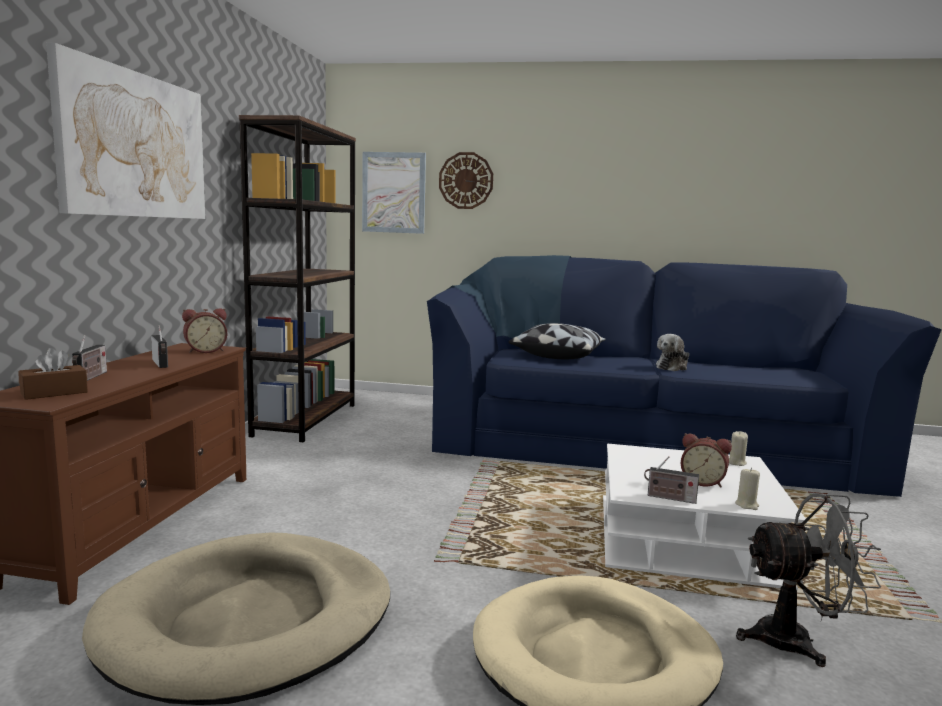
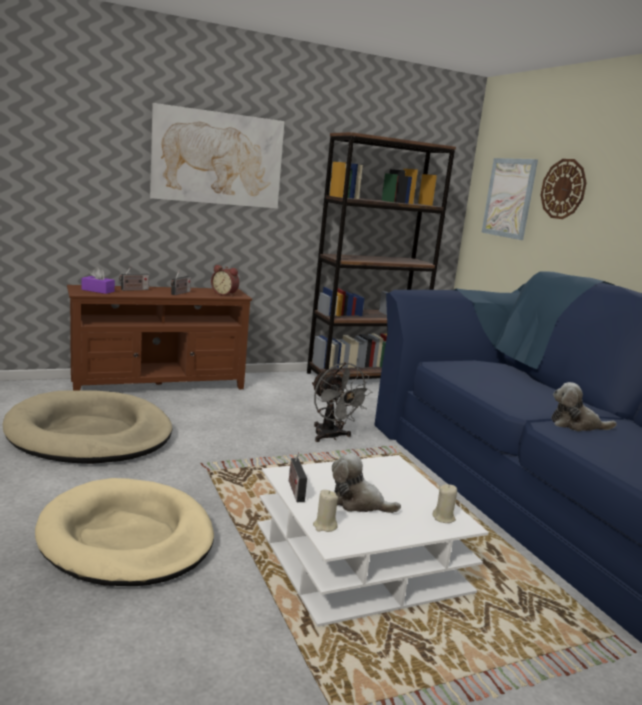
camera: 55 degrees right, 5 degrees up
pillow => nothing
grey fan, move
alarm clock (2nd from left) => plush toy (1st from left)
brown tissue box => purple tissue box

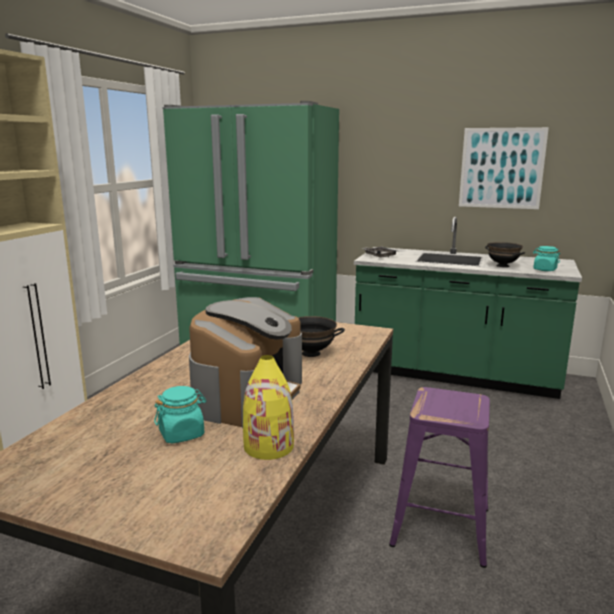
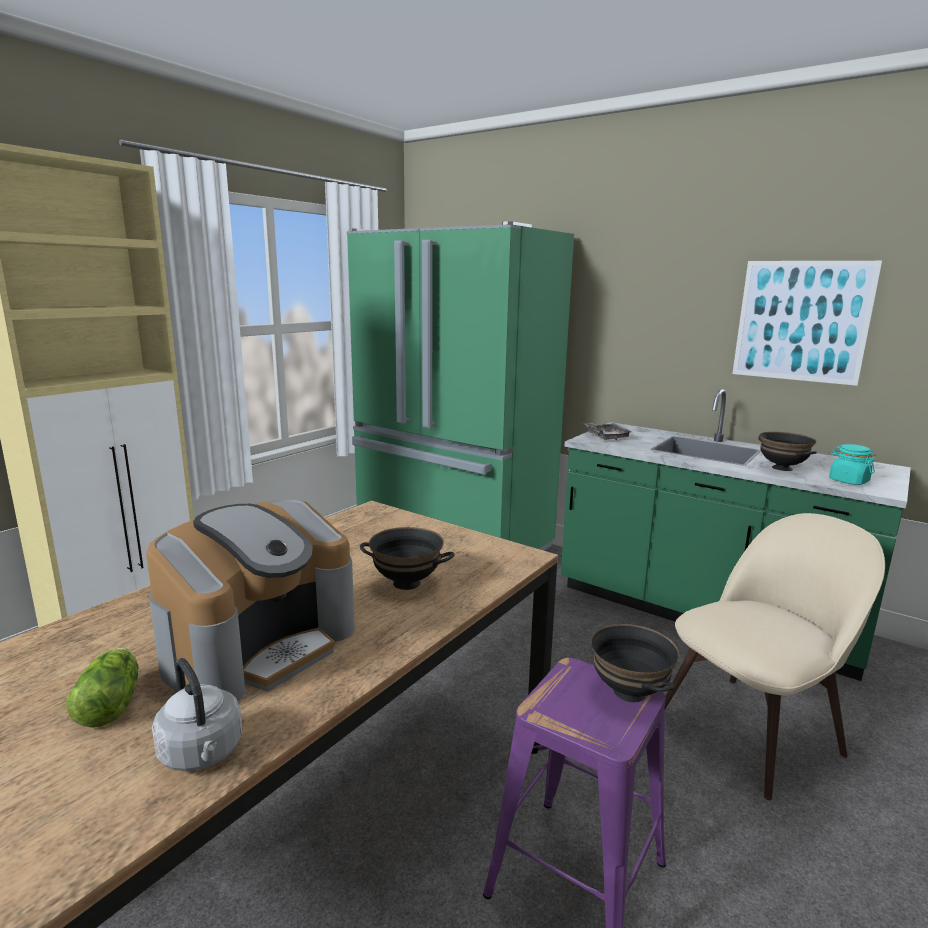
camera: 15 degrees right, 0 degrees up
nothing => black bowl (2nd from left)
nothing => beige chair
turquoise jar (1st from left) => lettuce
yellow vase => grey kettle

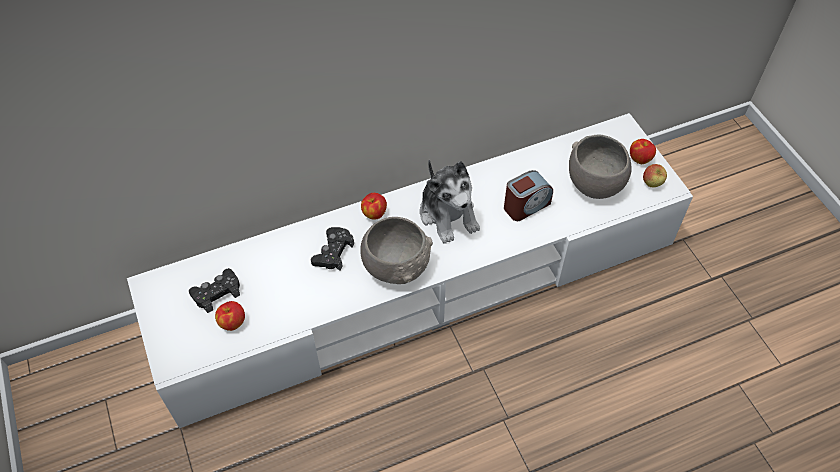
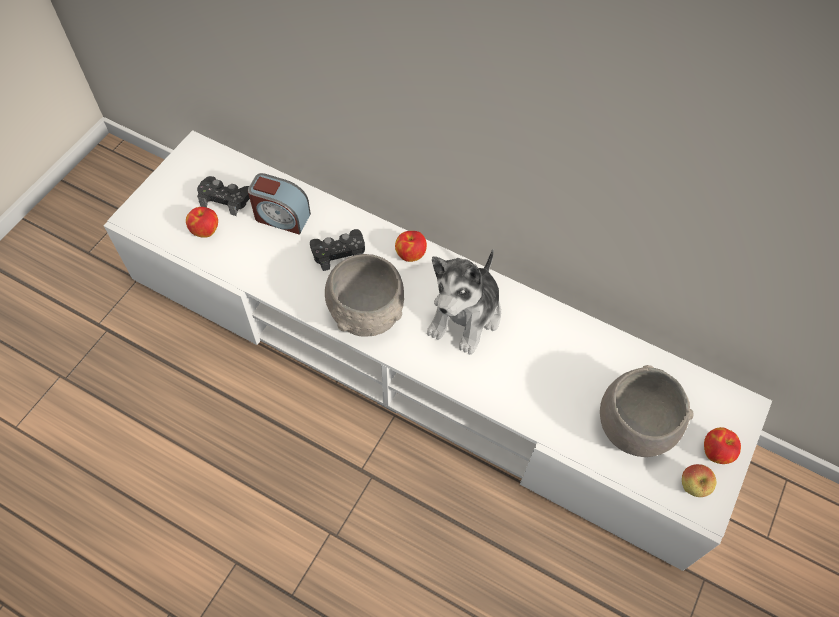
camera: 50 degrees right, 5 degrees up
alarm clock, move

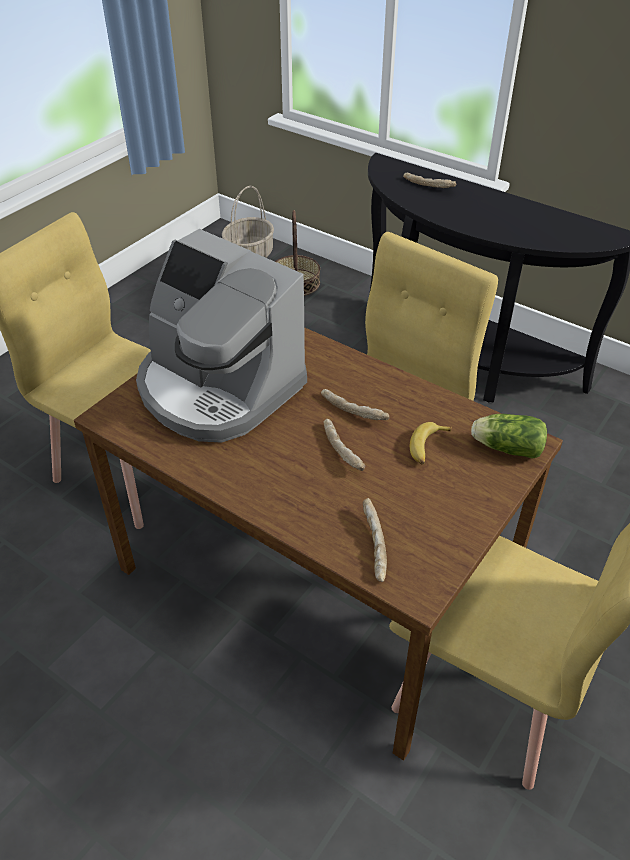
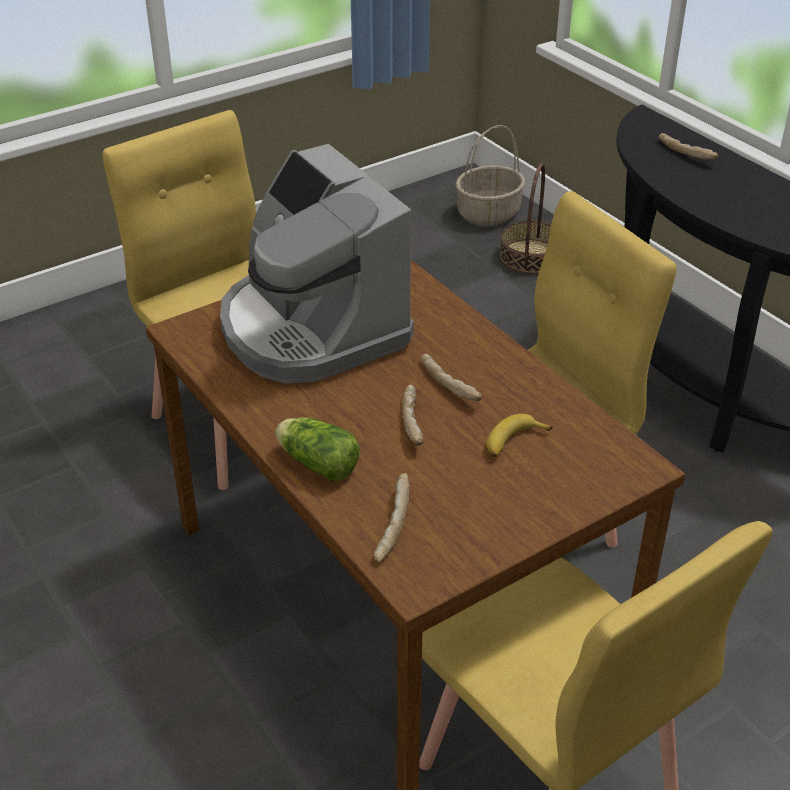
camera: 20 degrees right, 5 degrees down
lettuce, move

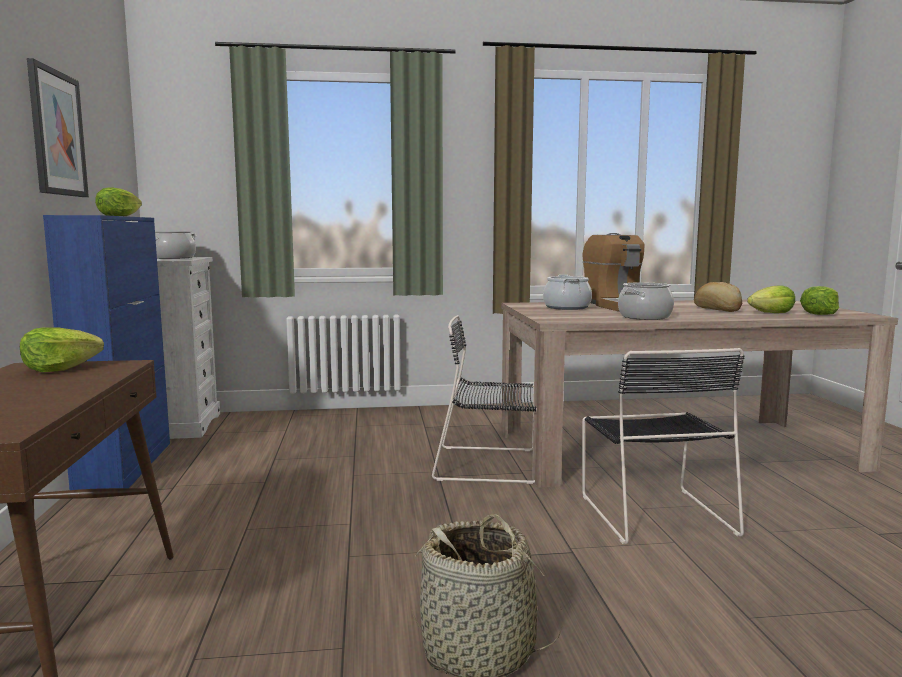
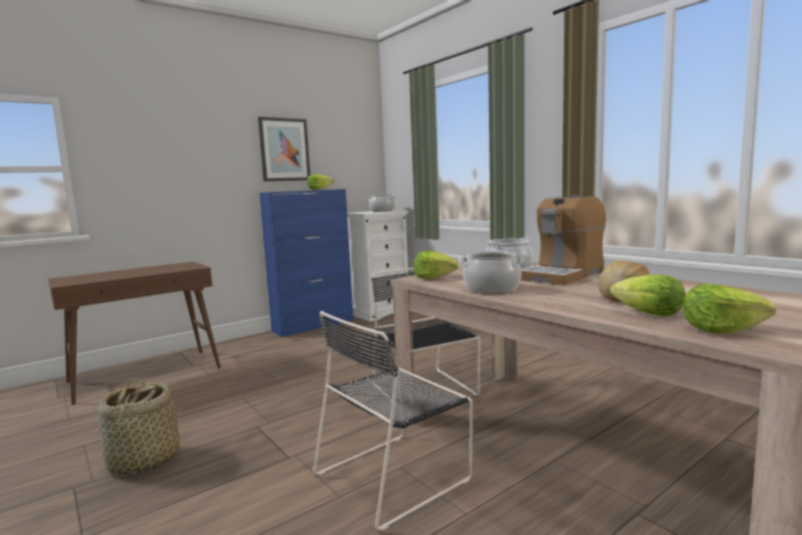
camera: 60 degrees right, 0 degrees up
lettuce (1st from left in the first image) => lettuce (2nd from left), move

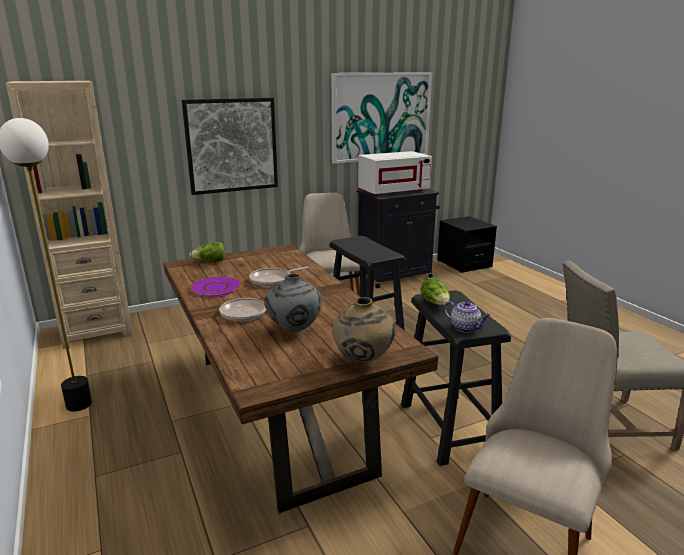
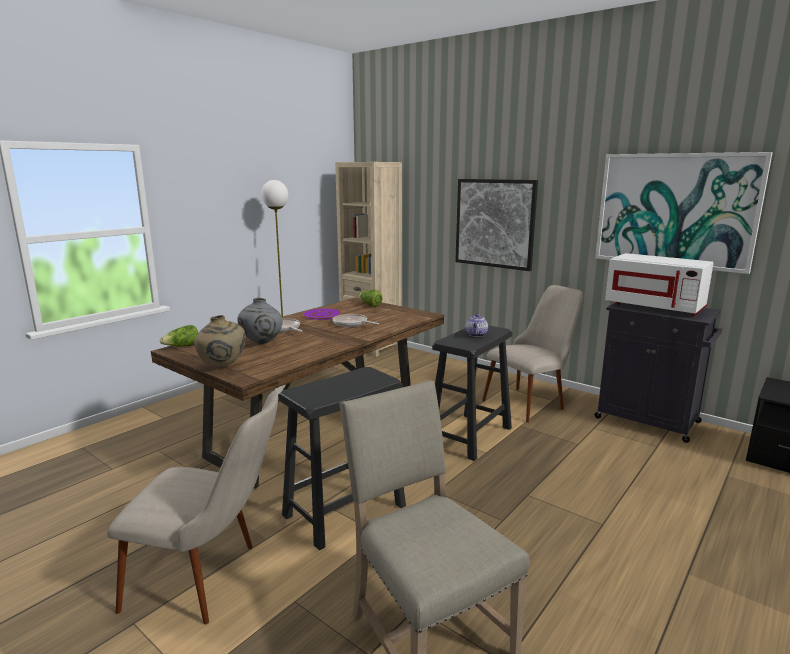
camera: 65 degrees right, 5 degrees down
lettuce (2nd from left in the first image) => lettuce (1st from left), move
teapot, move

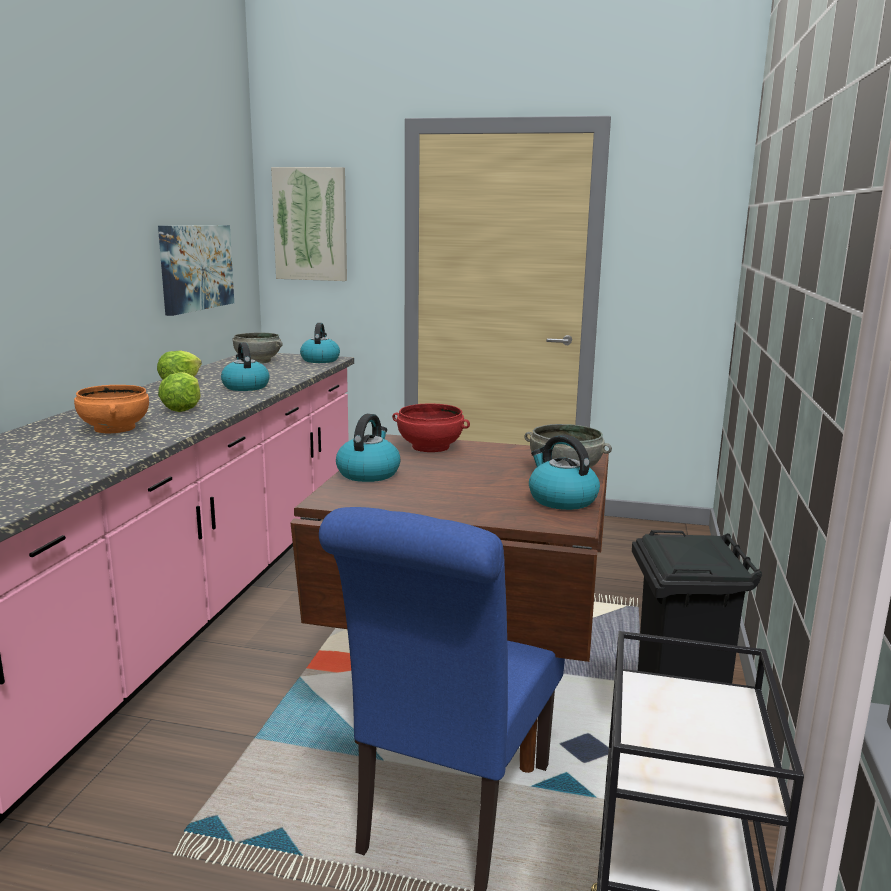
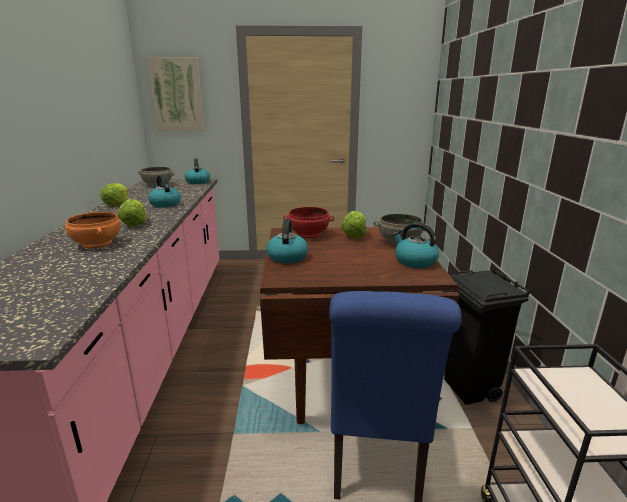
camera: 15 degrees left, 5 degrees up
picture (1st from left) => nothing
nothing => lettuce (3rd from left)

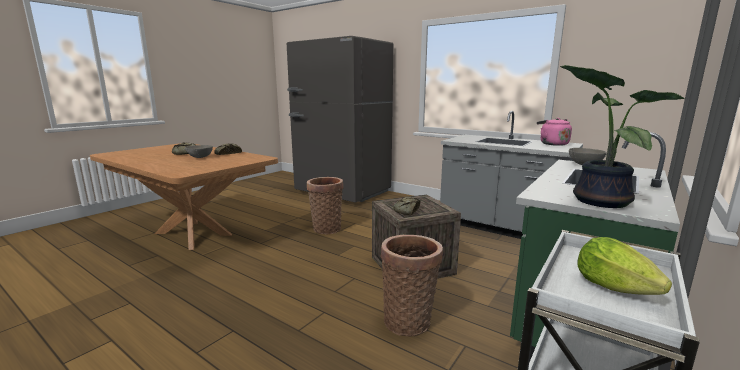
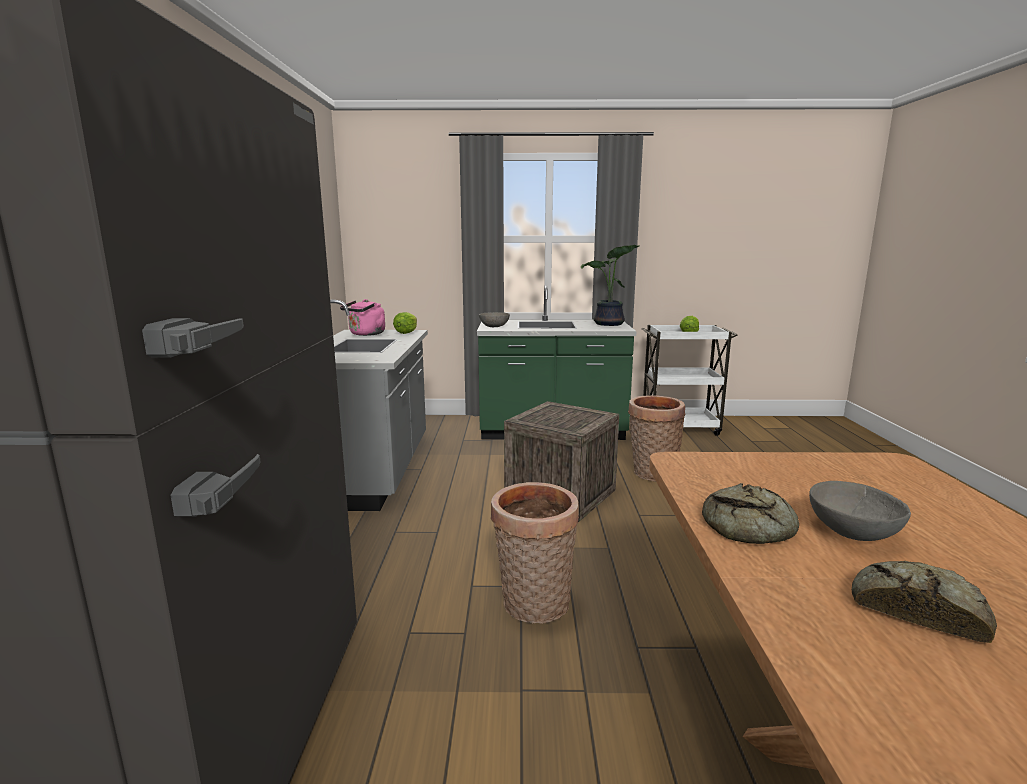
camera: 125 degrees left, 0 degrees up
bread (3rd from left) => nothing
nothing => lettuce (1st from left)

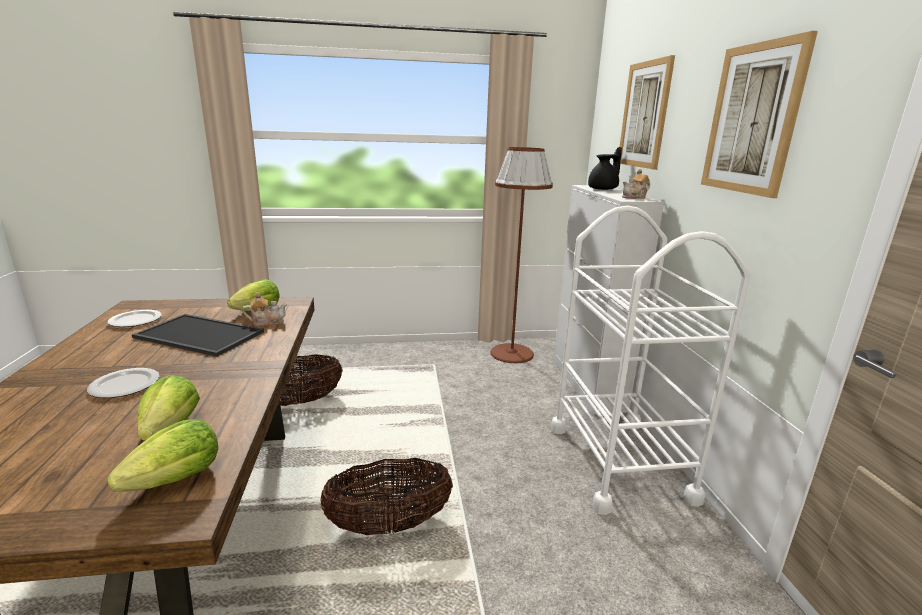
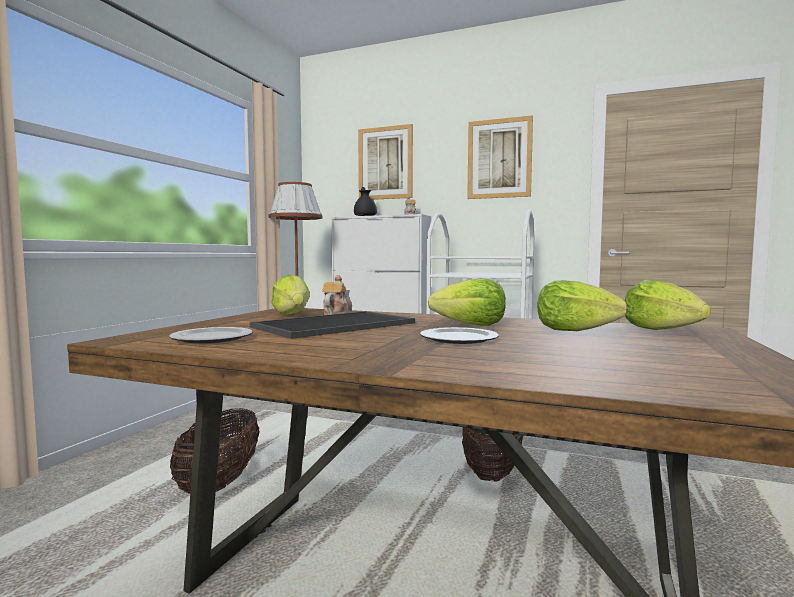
camera: 60 degrees left, 15 degrees down
nothing => lettuce (2nd from left)

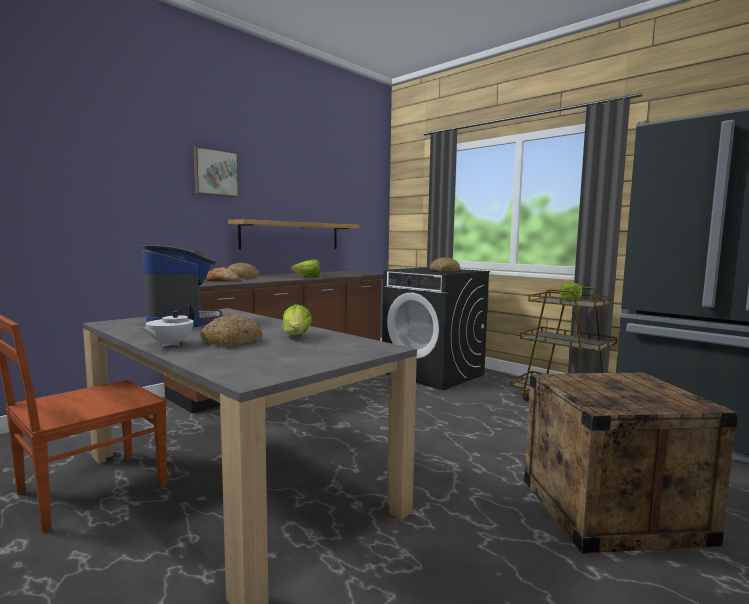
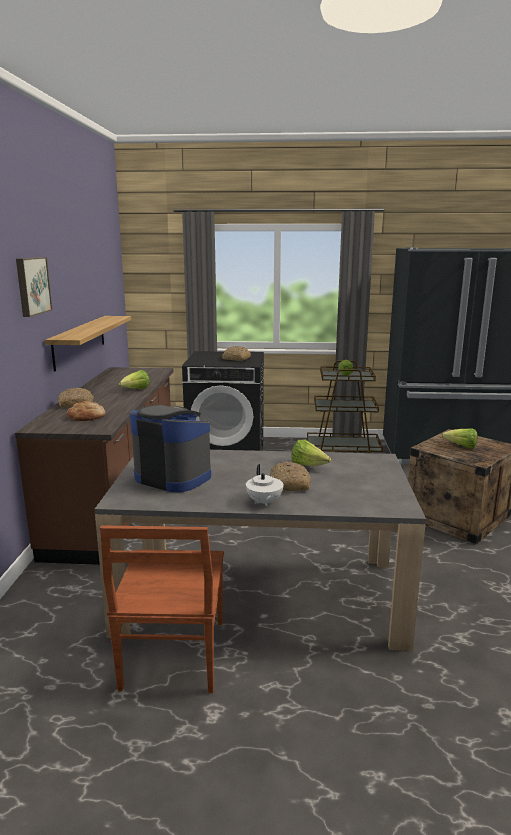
camera: 40 degrees left, 10 degrees up
nothing => lettuce (4th from left)

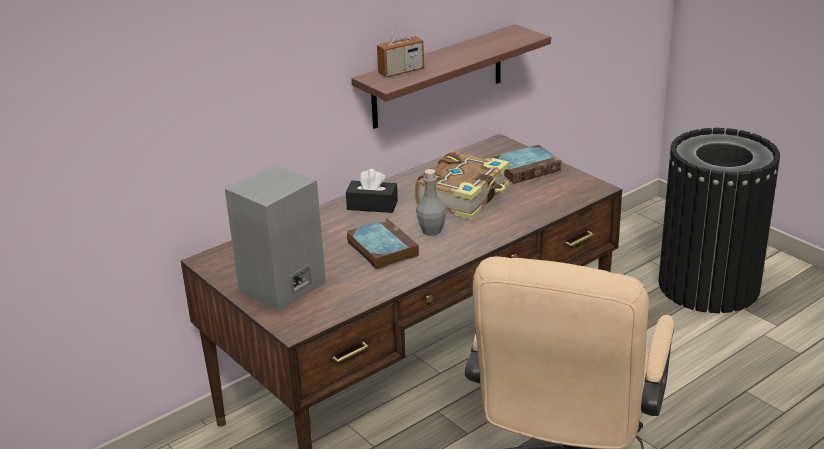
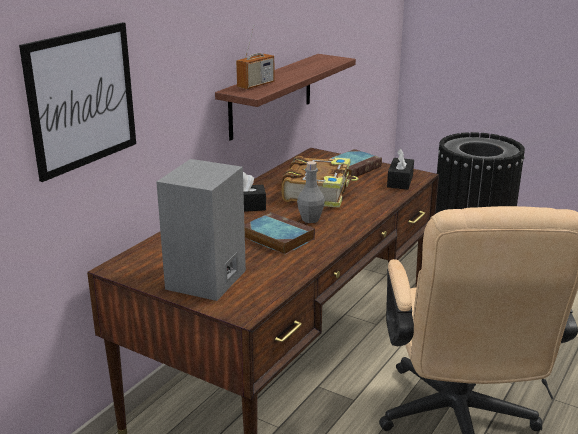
camera: 20 degrees left, 5 degrees down
nothing => picture
nothing => black tissue box (2nd from left)

